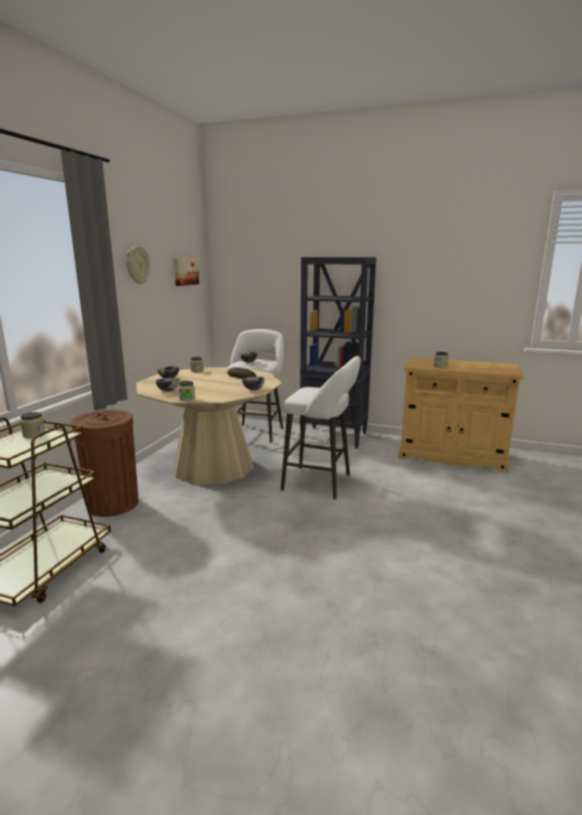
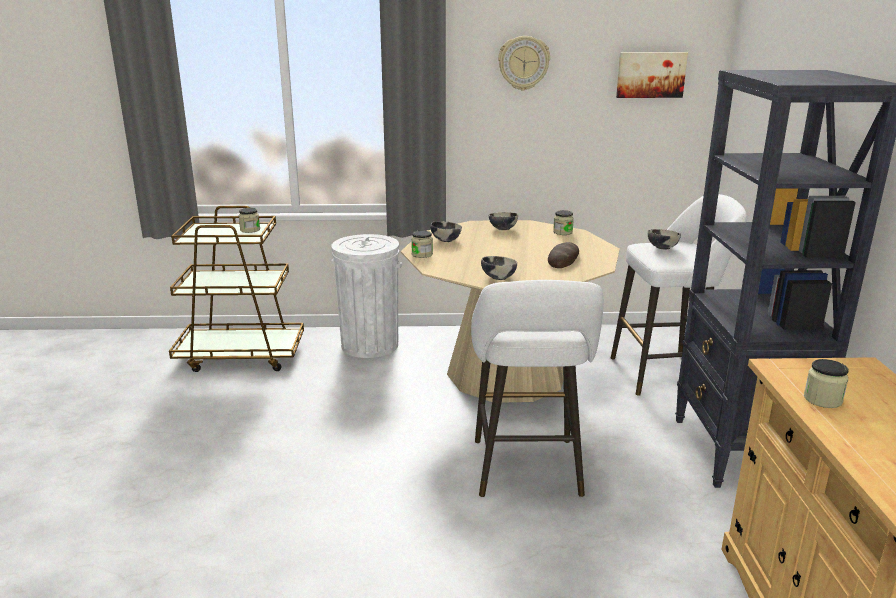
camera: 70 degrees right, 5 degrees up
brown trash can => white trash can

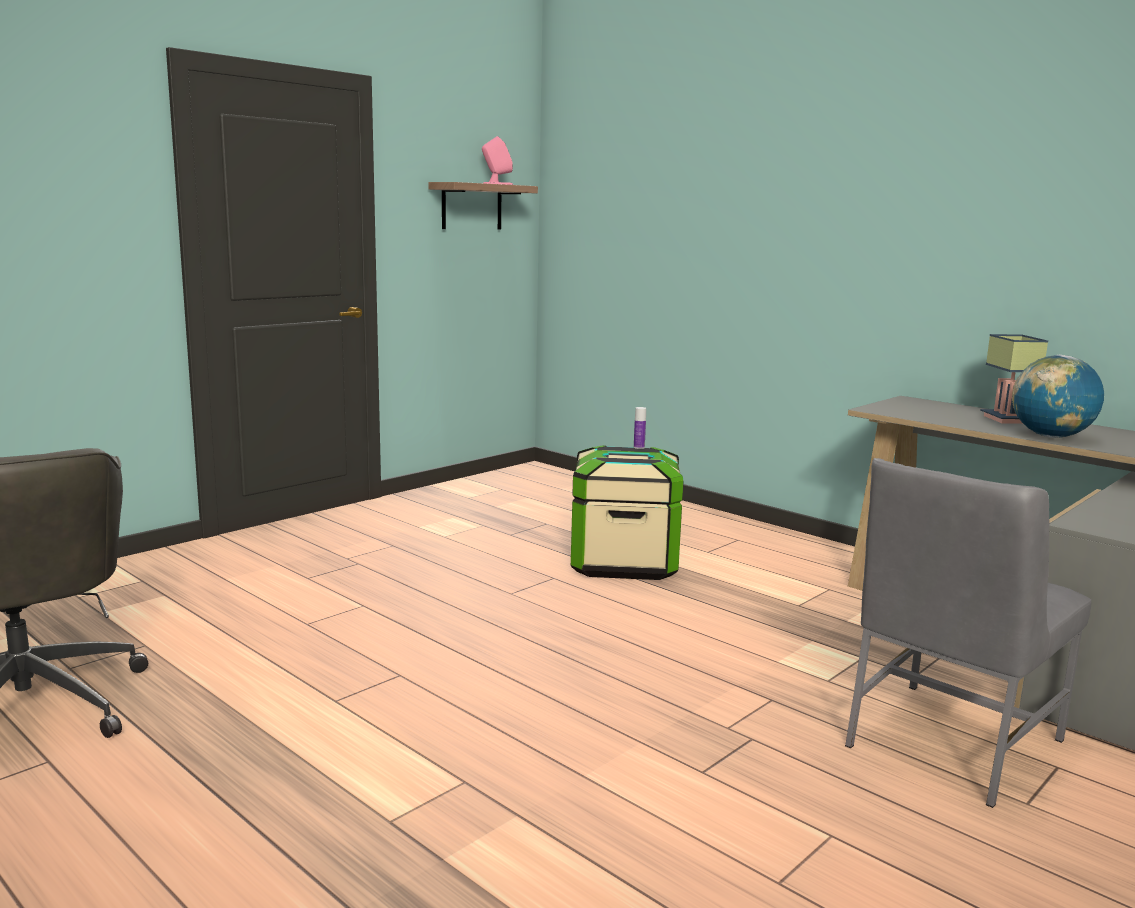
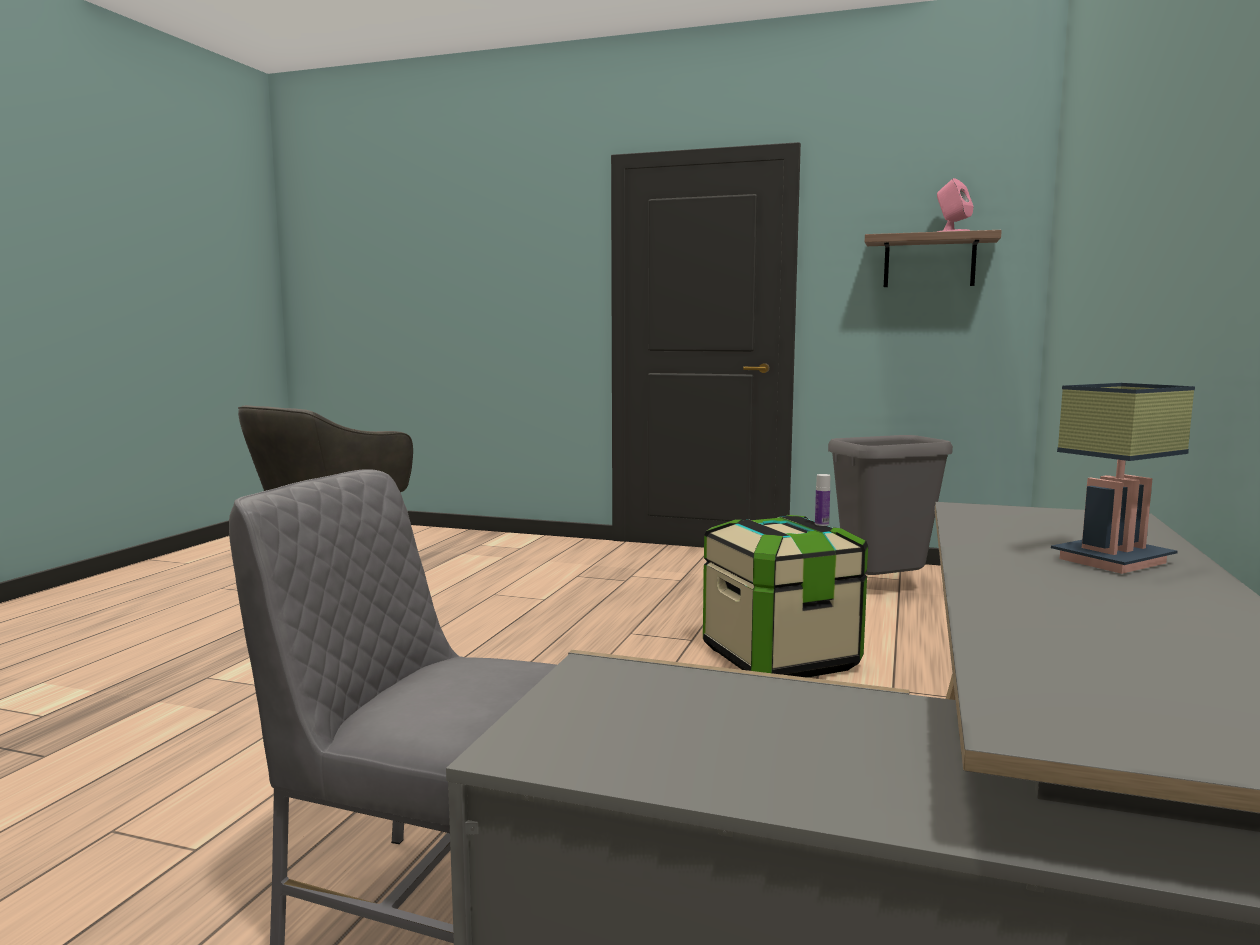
camera: 65 degrees right, 5 degrees down
globe => nothing
nothing => grey trash can

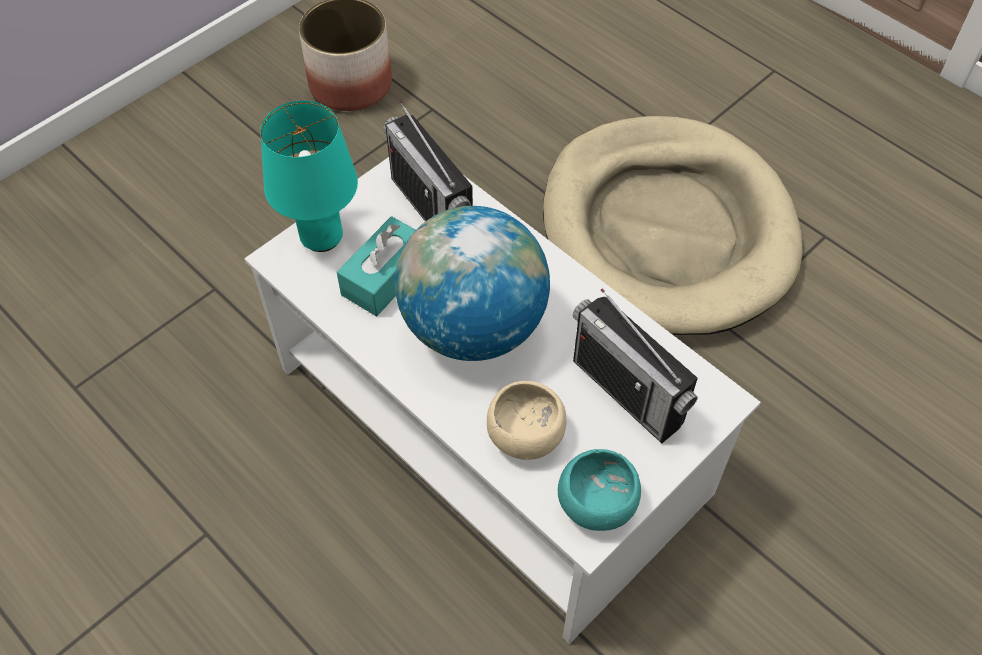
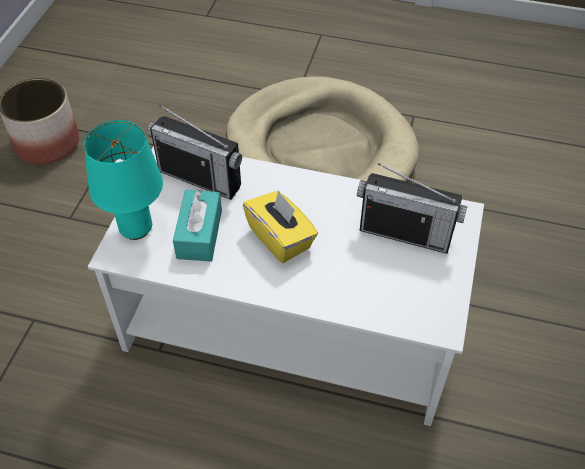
camera: 30 degrees left, 5 degrees down
beige bowl => nothing
turquoise bowl => nothing
globe => yellow tissue box

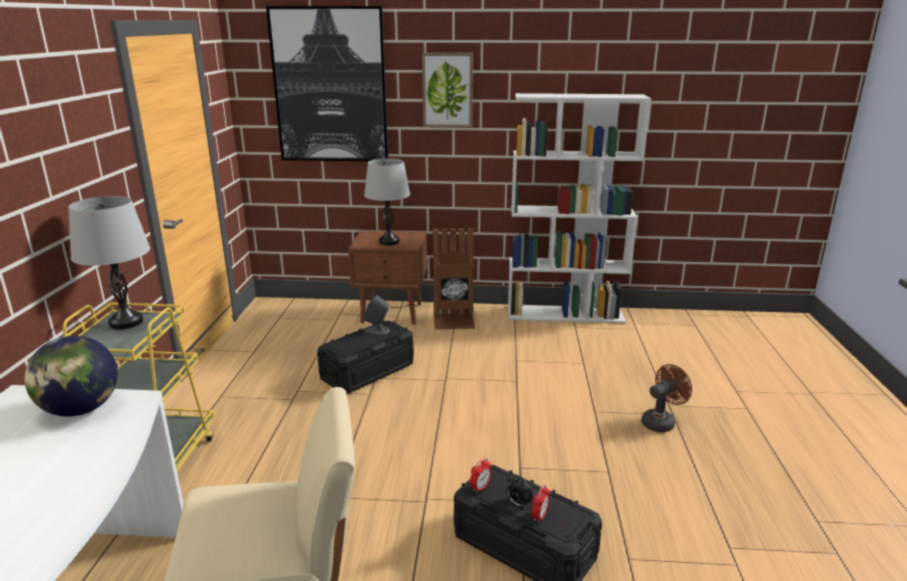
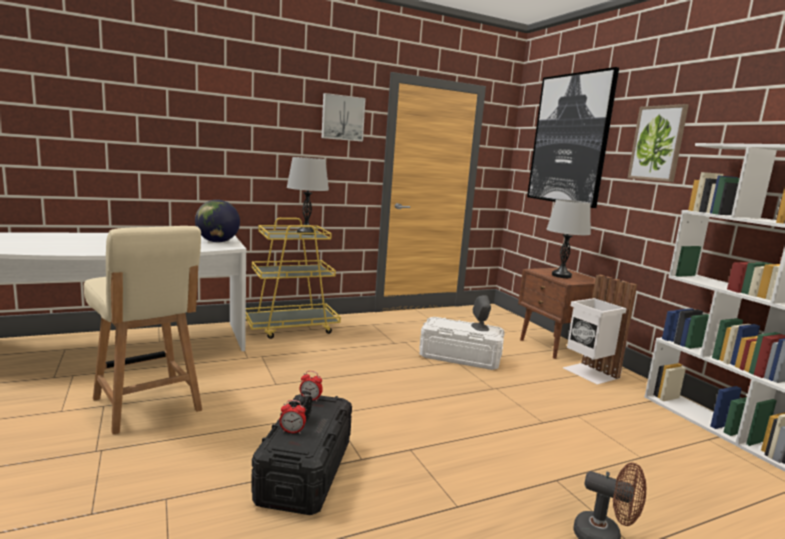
camera: 60 degrees right, 10 degrees down
nothing => picture (1st from left)
black storage box (1st from left) => white storage box
brown trash can => white trash can

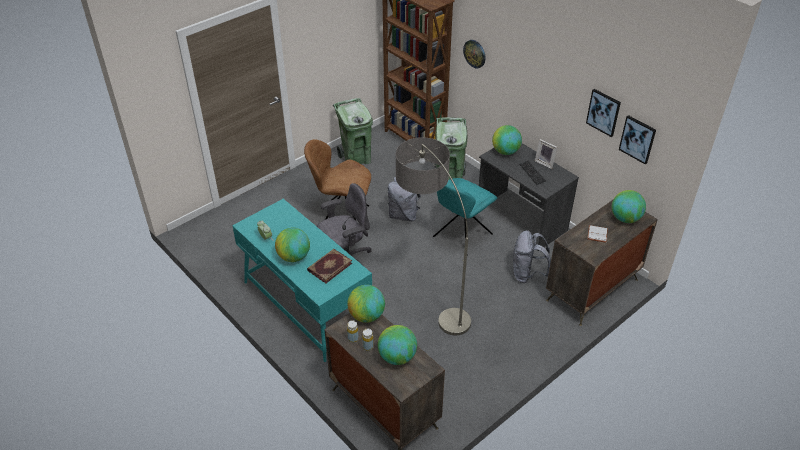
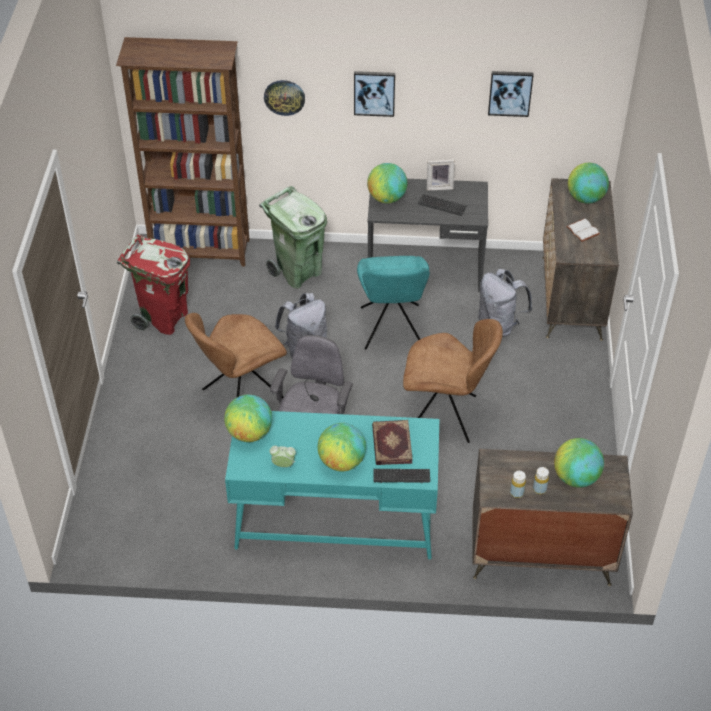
camera: 45 degrees left, 5 degrees up
nothing => keyboard (1st from left)
globe (2nd from left in the first image) => globe (1st from left), move
picture (2nd from left in the first image) => picture (1st from left), move
floor lamp => brown chair (2nd from left)
green trash can (1st from left) => red trash can

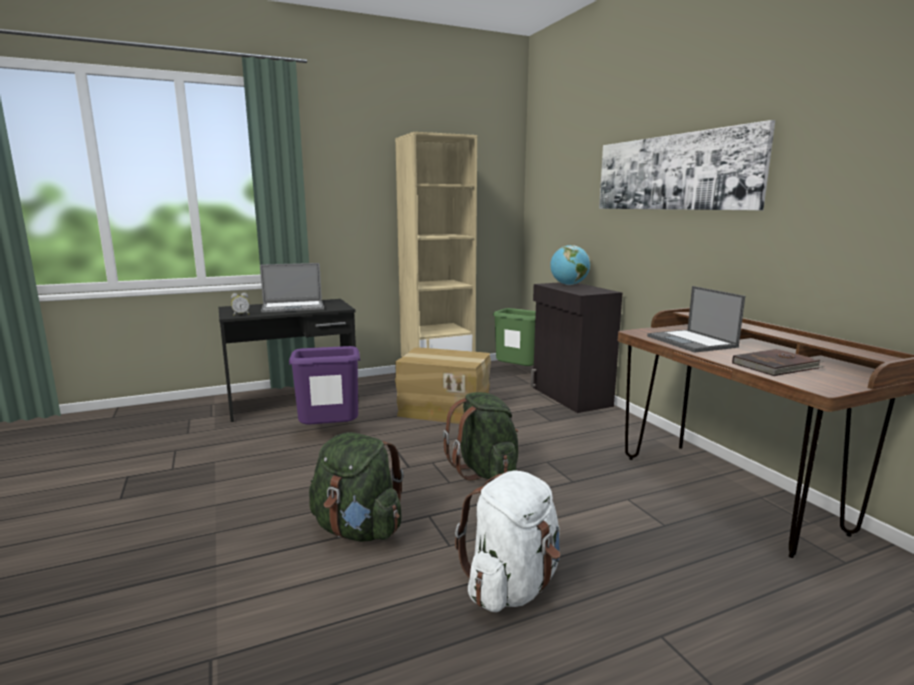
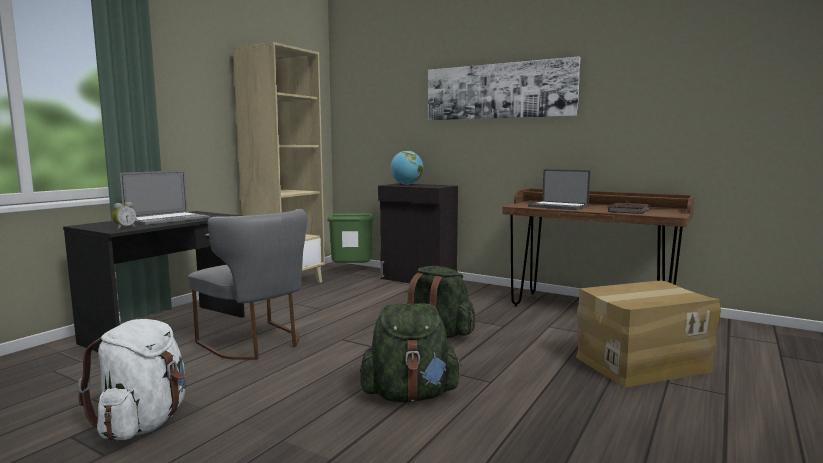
camera: 35 degrees left, 5 degrees down
cardboard box, move
white backpack, move
purple trash can => grey chair

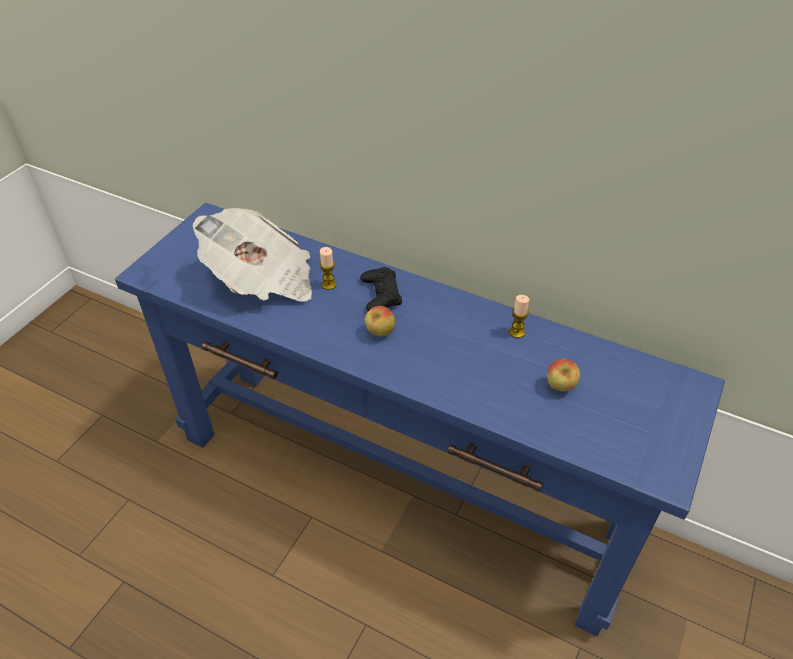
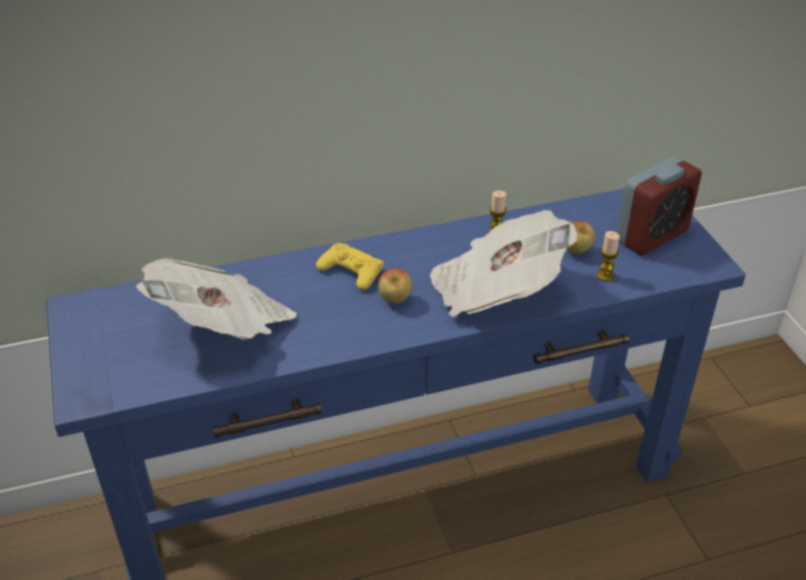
camera: 45 degrees left, 5 degrees down
nothing => newspaper (2nd from left)
nothing => alarm clock
candle (1st from left in the first image) => candle (2nd from left), move
black game controller => yellow game controller

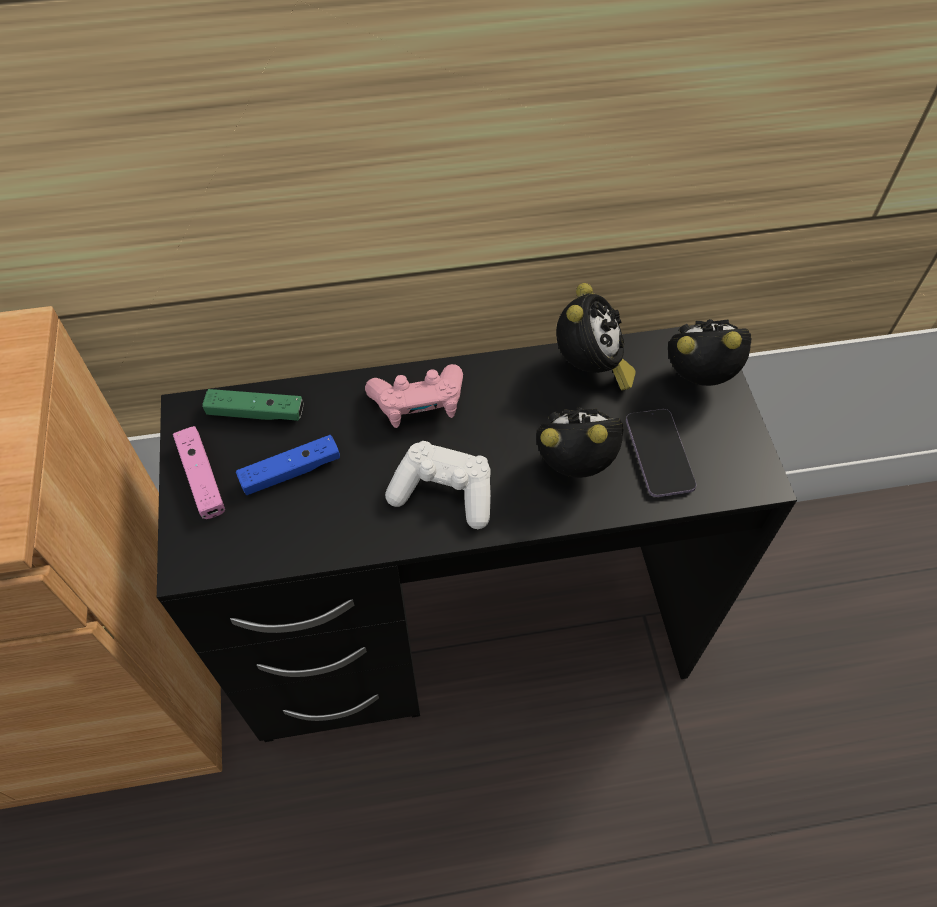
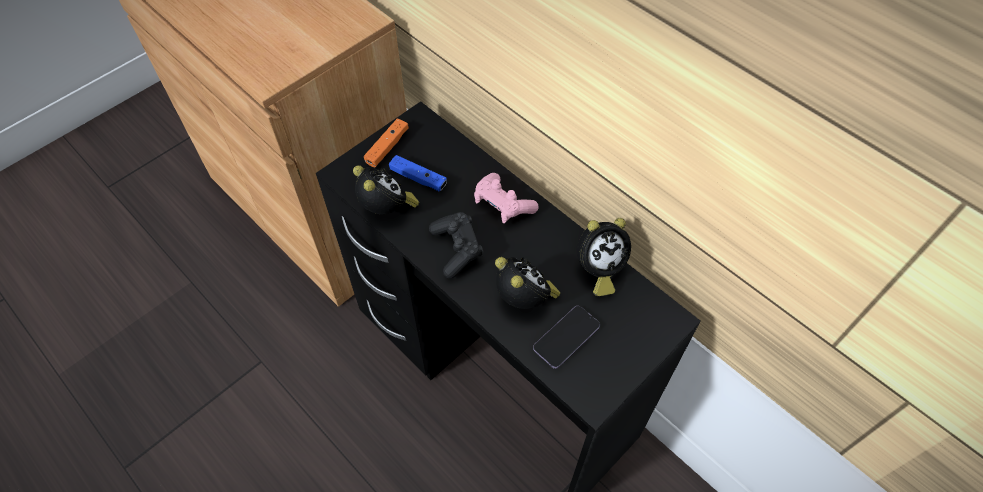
camera: 55 degrees right, 0 degrees up
green game controller => nothing
alarm clock (3rd from left in the first image) => alarm clock (1st from left), move
pink game controller (1st from left) => orange game controller
white game controller => black game controller

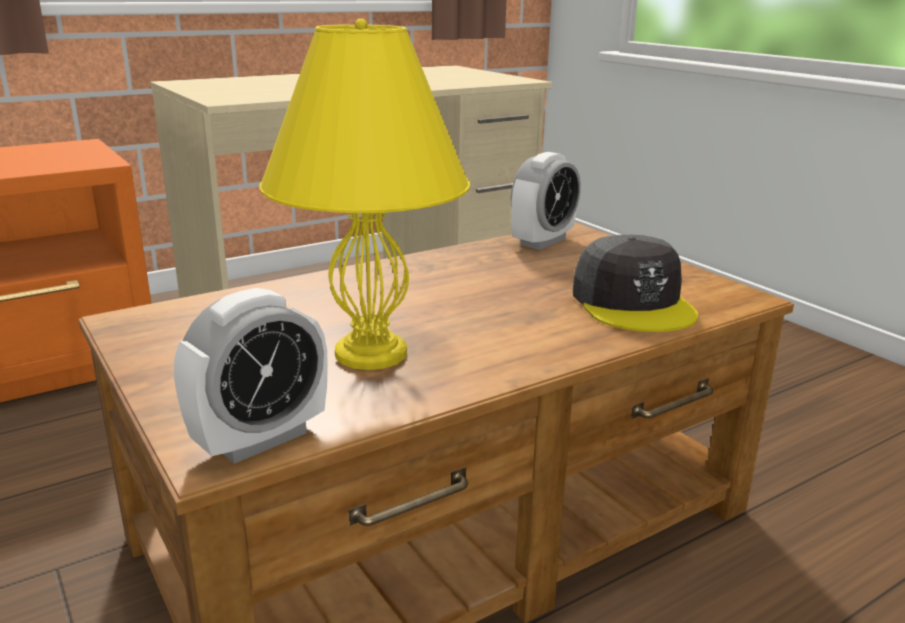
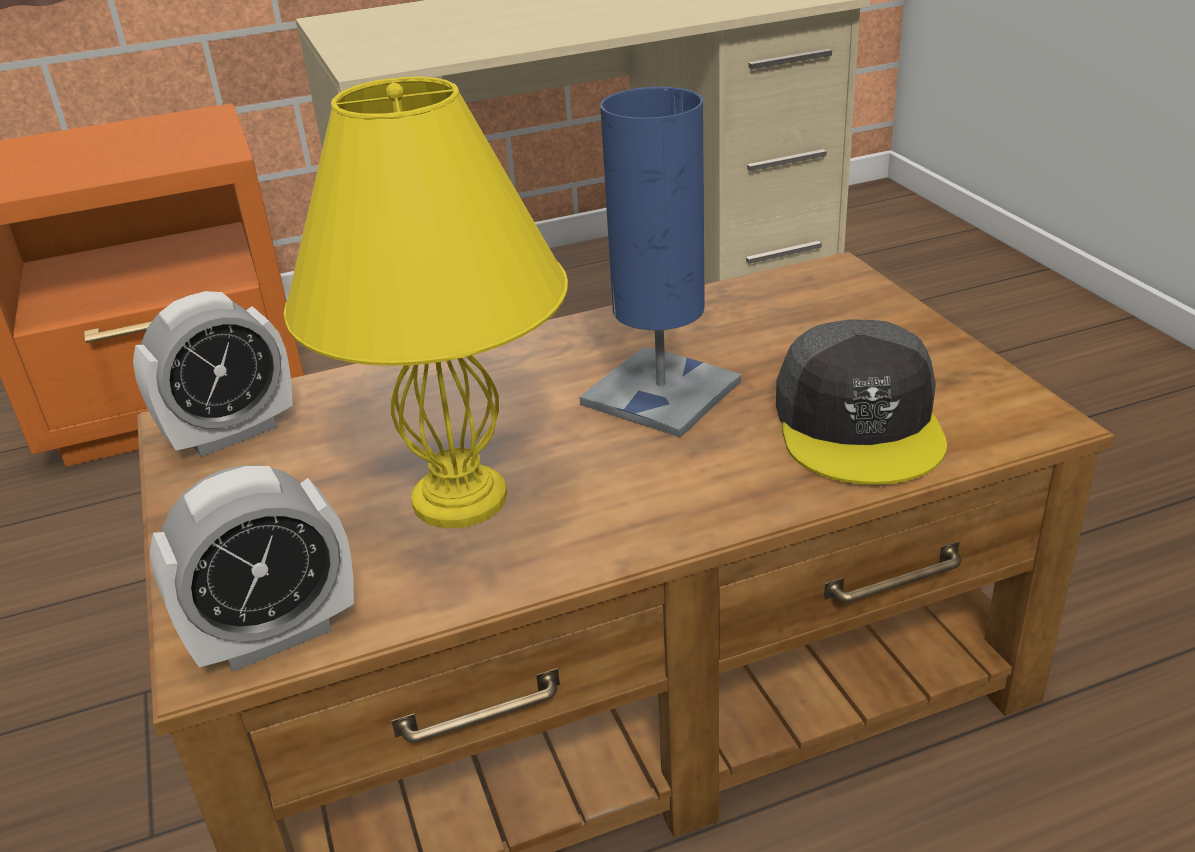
camera: 15 degrees right, 10 degrees up
nothing => blue table lamp
alarm clock (2nd from left in the first image) => alarm clock (1st from left), move

